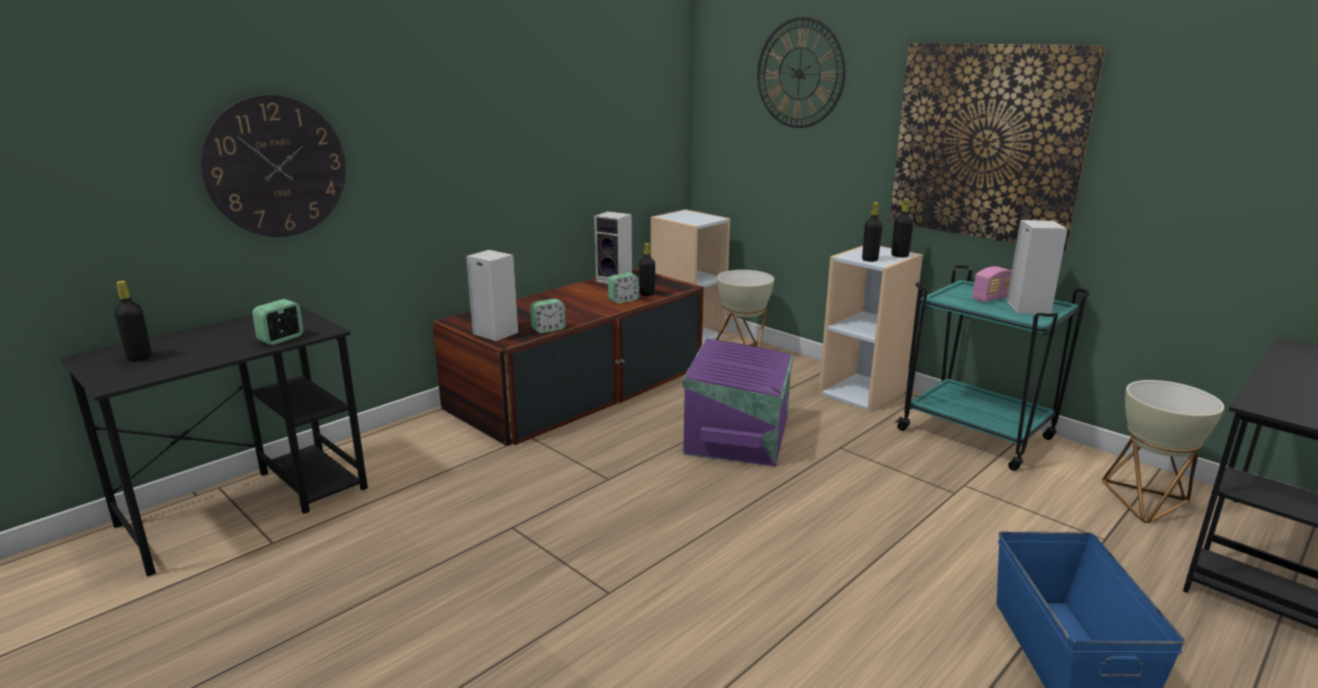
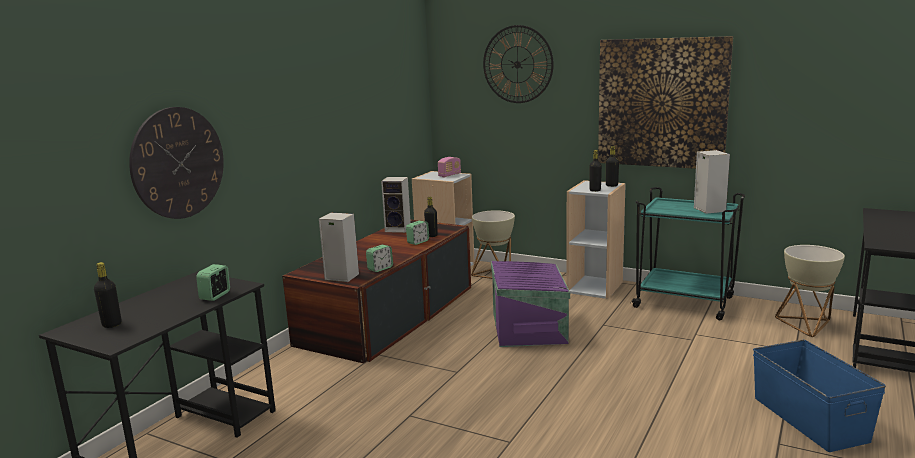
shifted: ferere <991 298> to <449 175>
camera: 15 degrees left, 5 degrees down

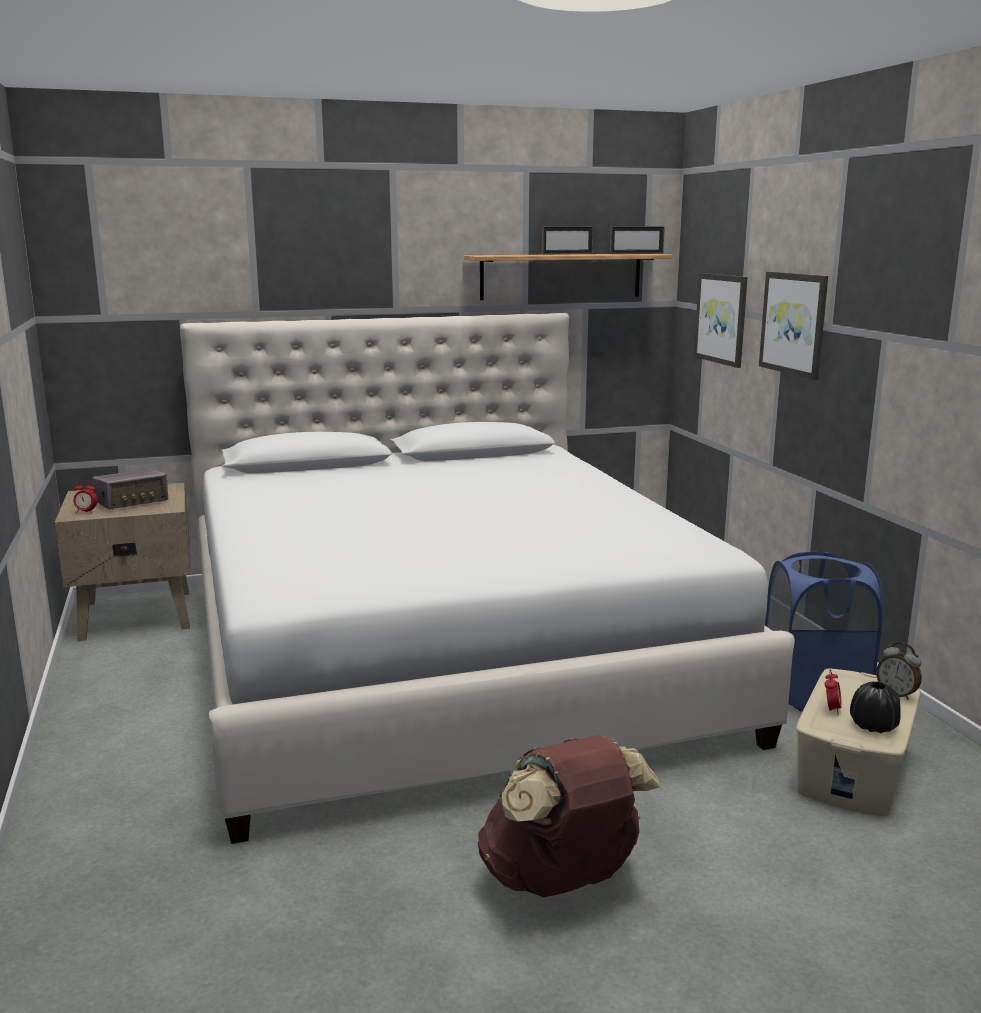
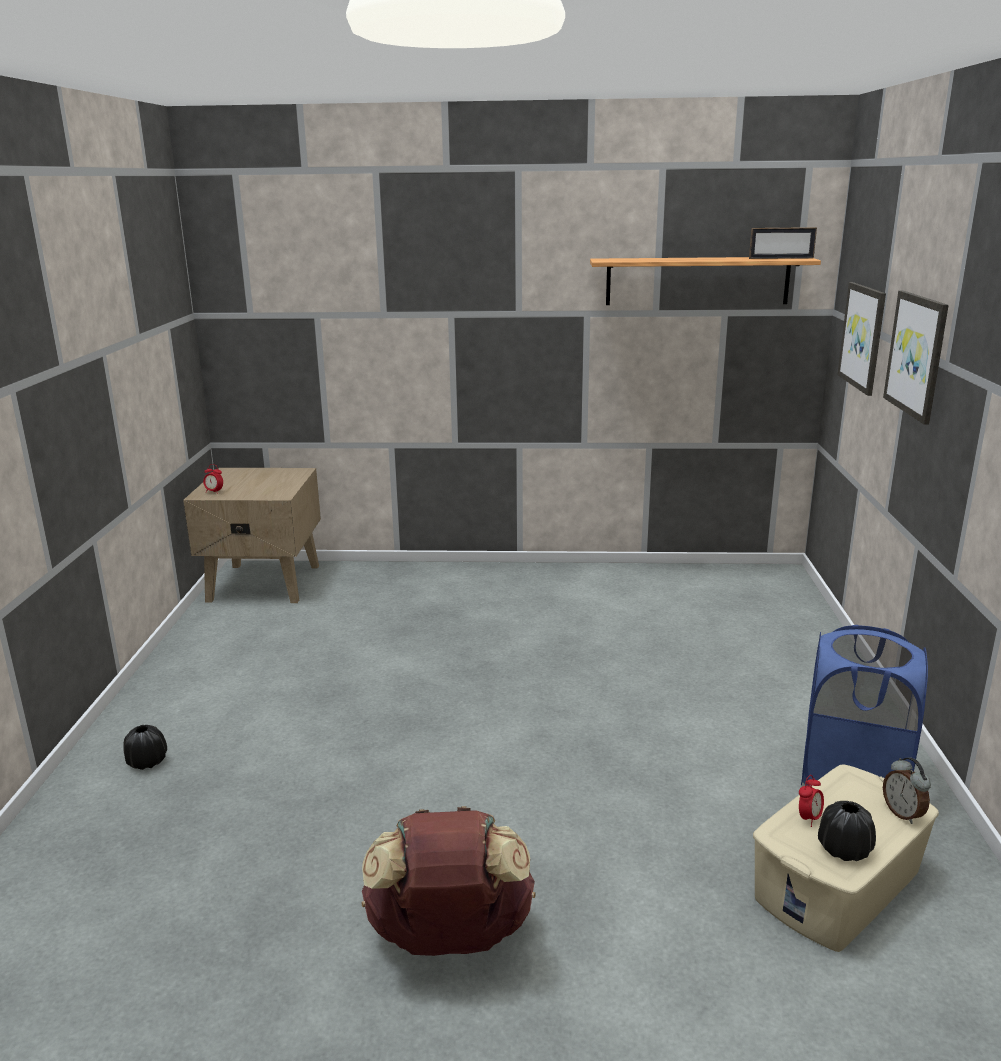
gone: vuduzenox <567 254>; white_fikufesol <442 654>; ferere <132 502>
new: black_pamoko <147 762>
camera: 20 degrees right, 5 degrees up

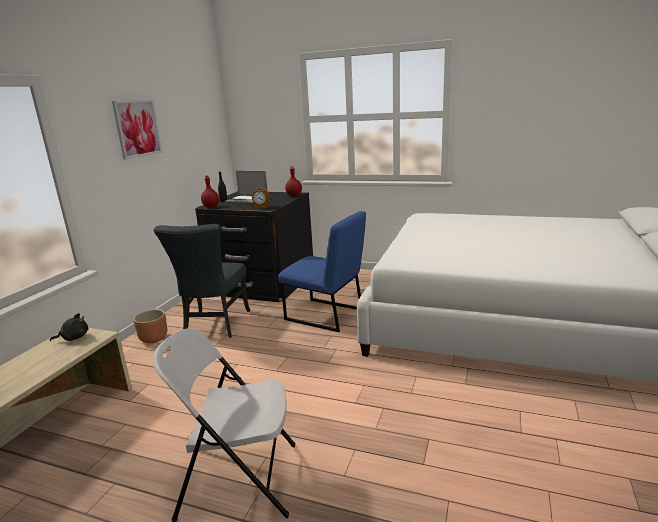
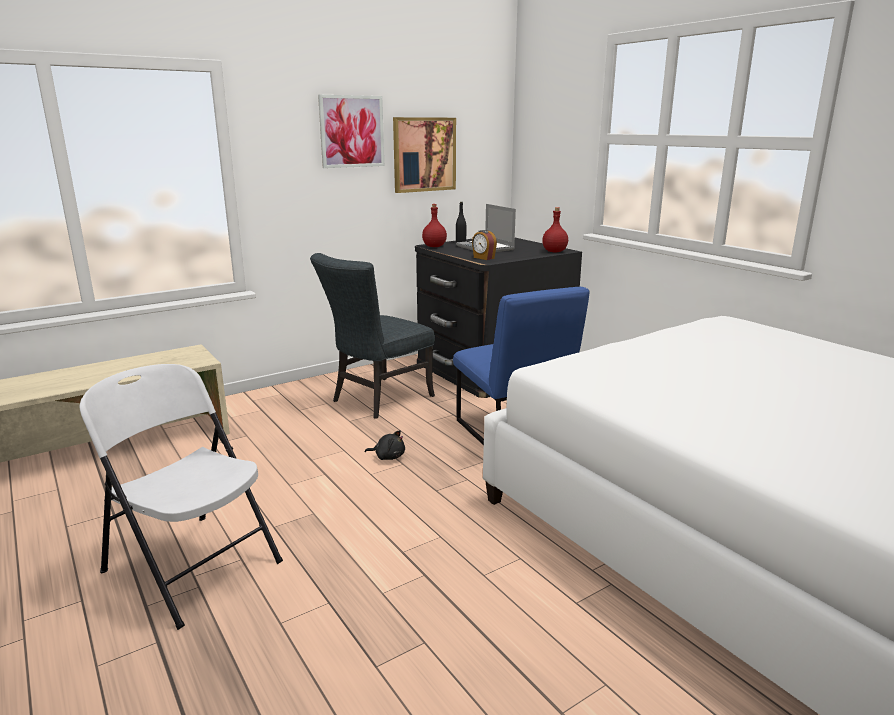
gone: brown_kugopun <153 338>
new: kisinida <424 154>
shifted: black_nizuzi <74 338> to <388 457>
camera: 35 degrees right, 0 degrees up

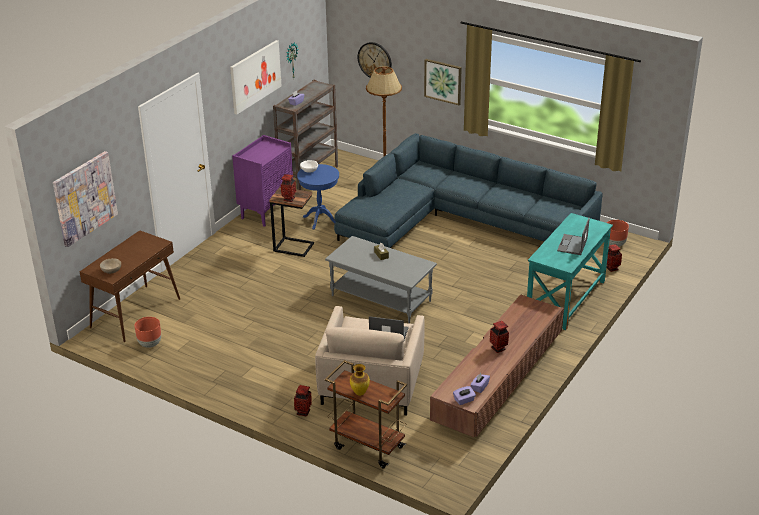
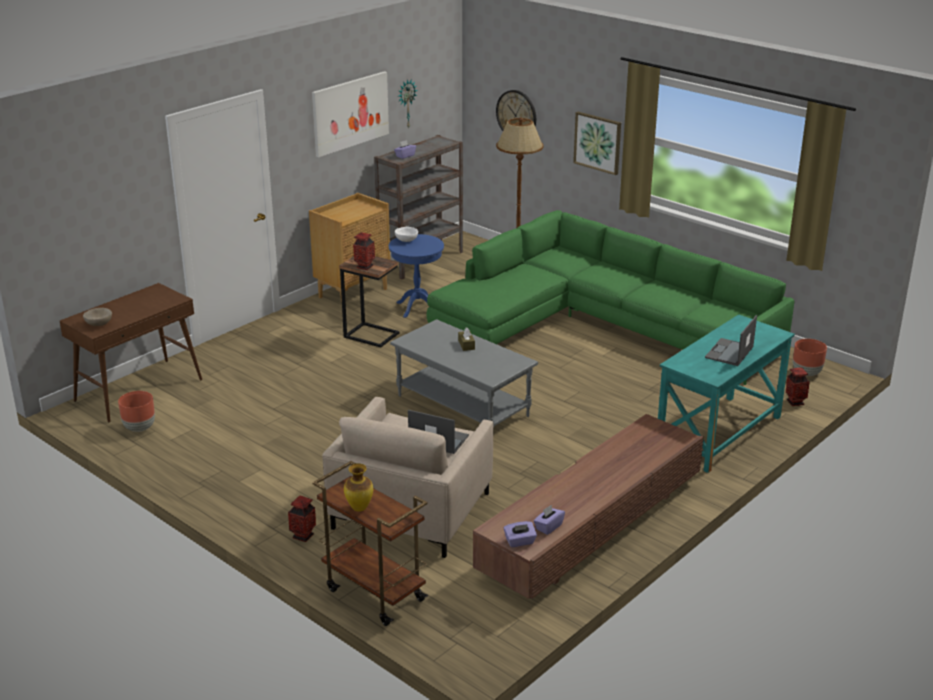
gone: kisinida <84 198>; pamoko <498 348>
repainted: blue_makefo <458 220> to green_makefo <597 325>; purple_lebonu <266 212> to brown_lebonu <353 293>
camera: 10 degrees right, 5 degrees down

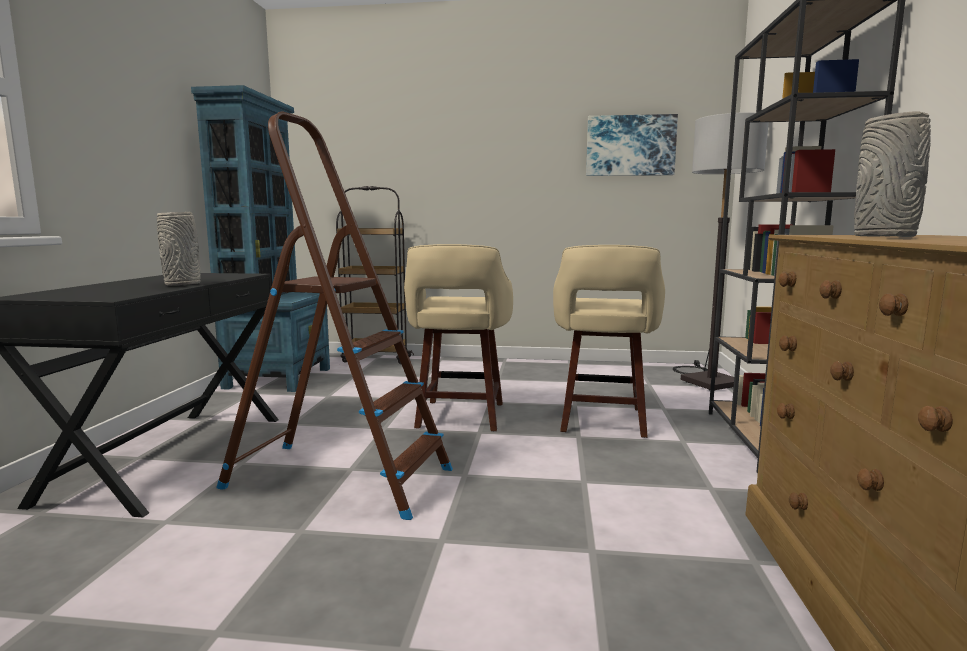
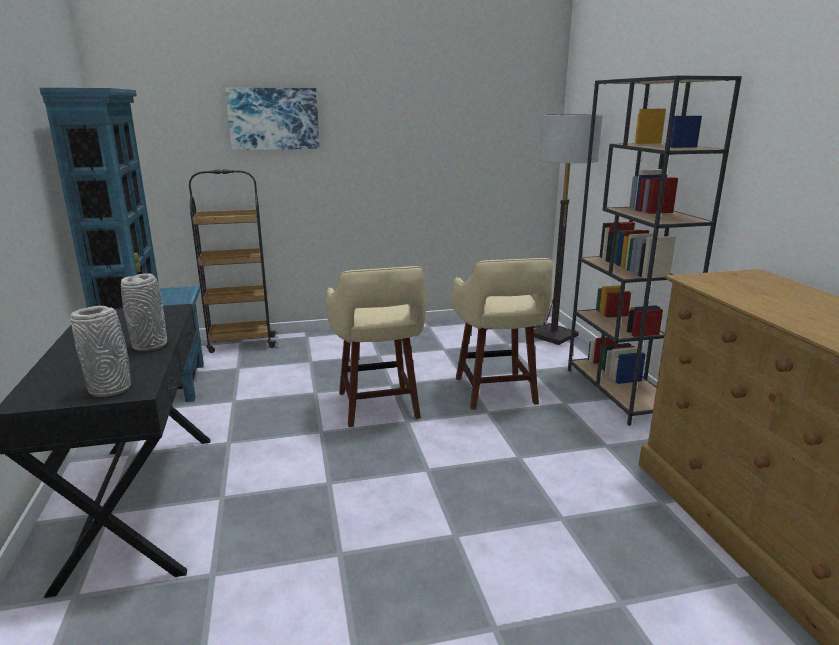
gone: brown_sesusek <340 478>
shifted: grey_pamoko <885 237> to <111 389>; kisinida <630 146> to <273 119>
camera: 20 degrees left, 10 degrees up

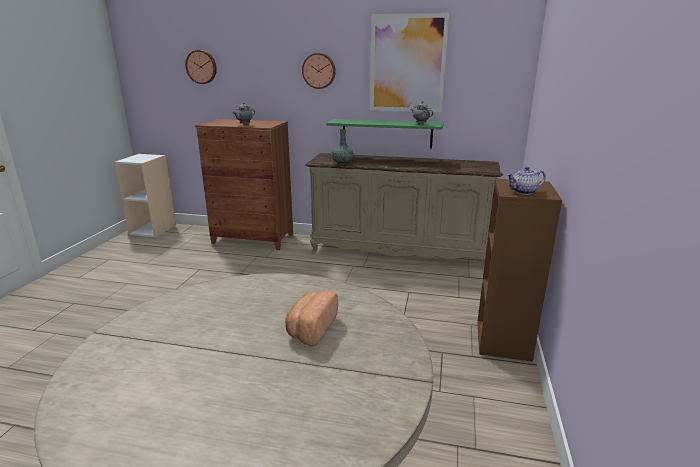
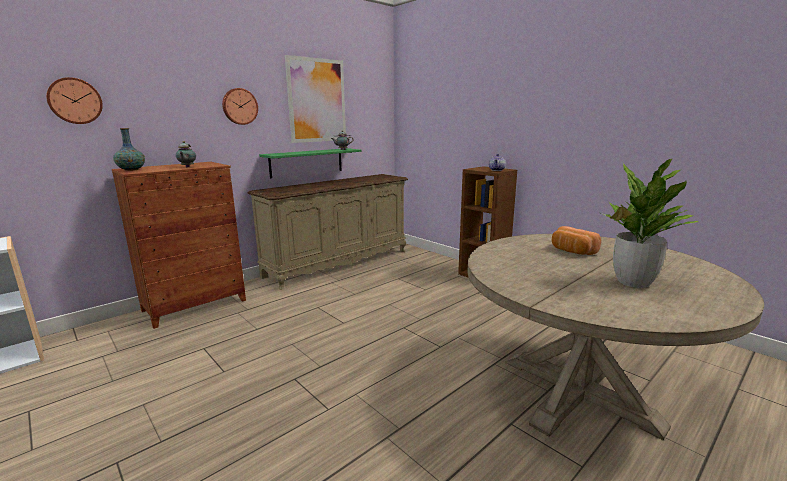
new: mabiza <632 282>
shifted: pamoko <342 163> to <131 170>
camera: 55 degrees left, 5 degrees down

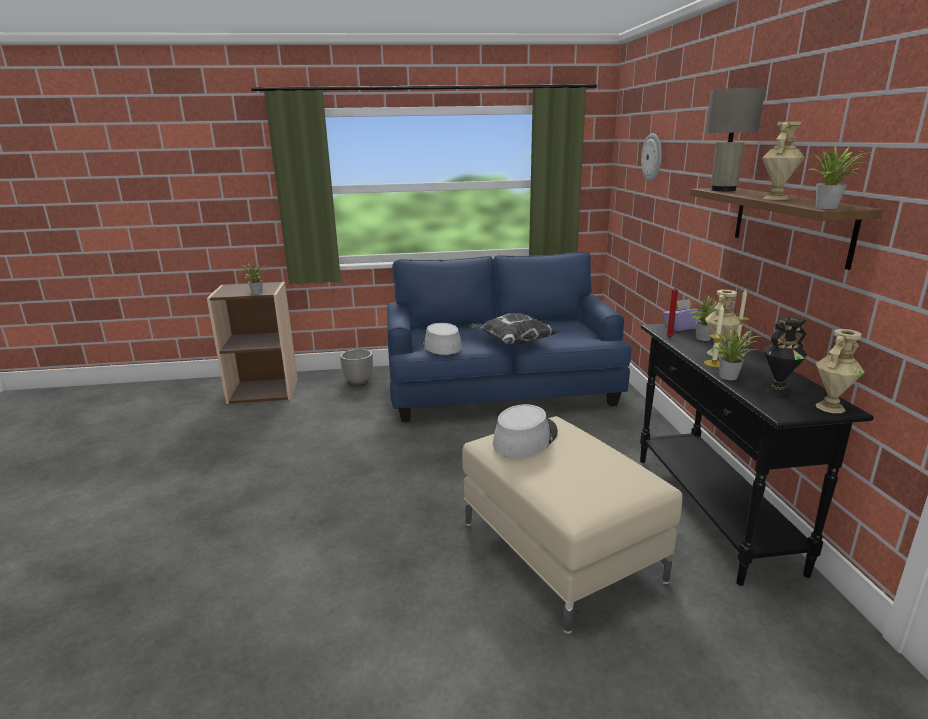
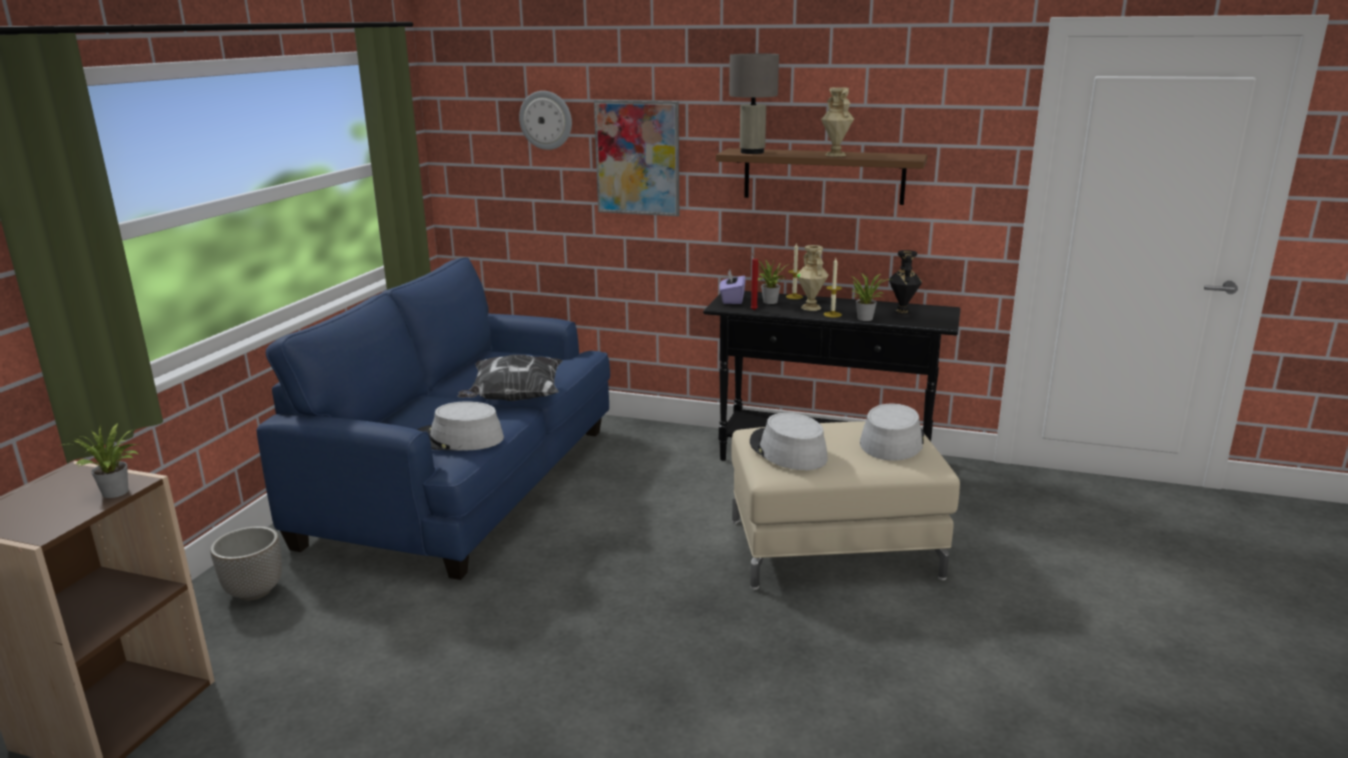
gone: mabiza <829 208>; beige_pamoko <829 407>
new: kisinida <637 158>; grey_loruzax <891 441>
camera: 65 degrees left, 0 degrees up

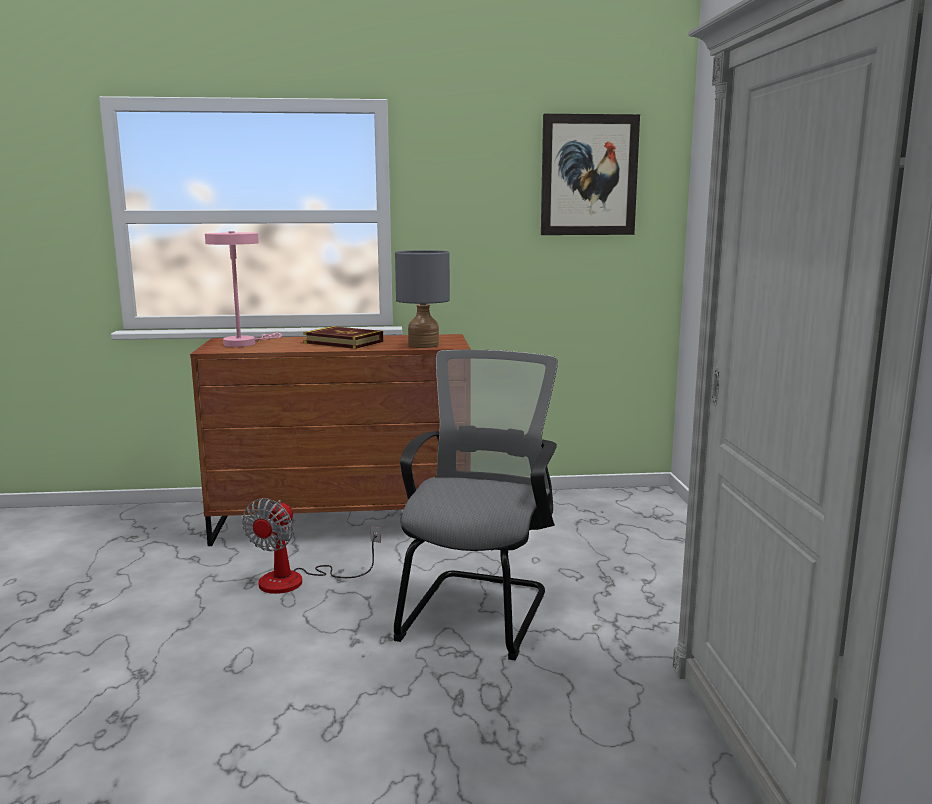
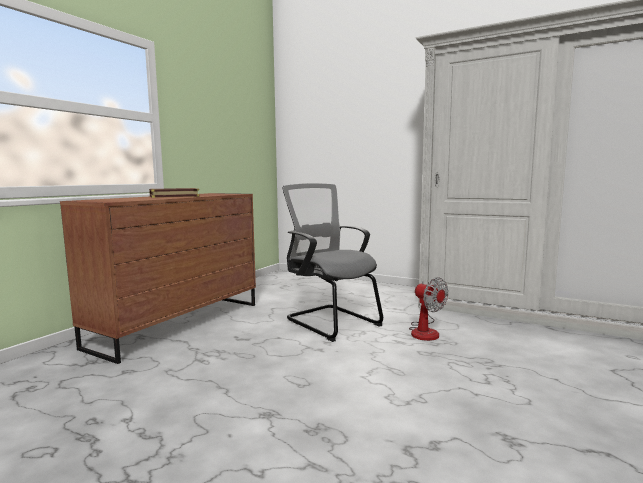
gone: kisinida <589 175>; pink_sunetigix <244 343>; grey_sunetigix <423 345>
shifted: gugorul <297 580> to <425 331>
camera: 55 degrees left, 5 degrees down

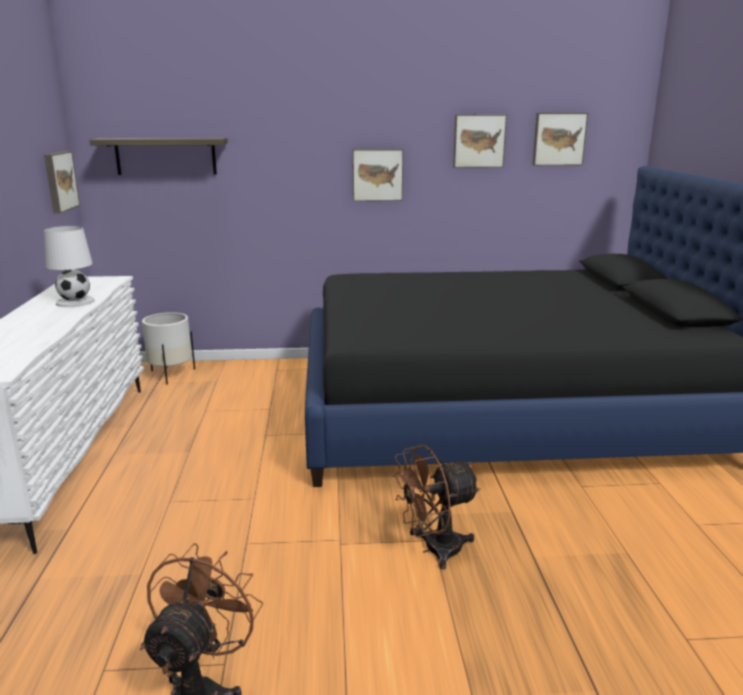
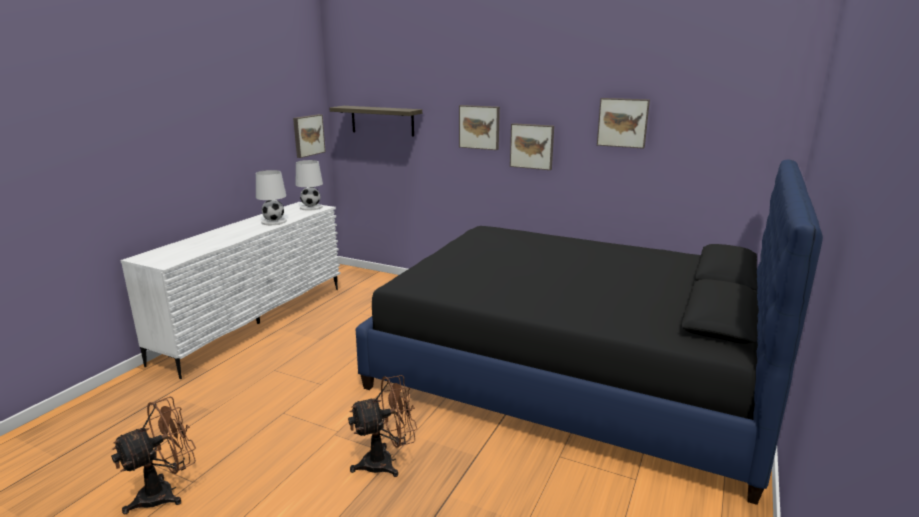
gone: white_kugopun <171 374>
new: white_sunetigix <311 207>
shifted: kisinida <558 139> to <479 127>
rotated: brown_gugorul <433 550> = <386 462> 150 degrees clockwise
camera: 30 degrees right, 0 degrees up

